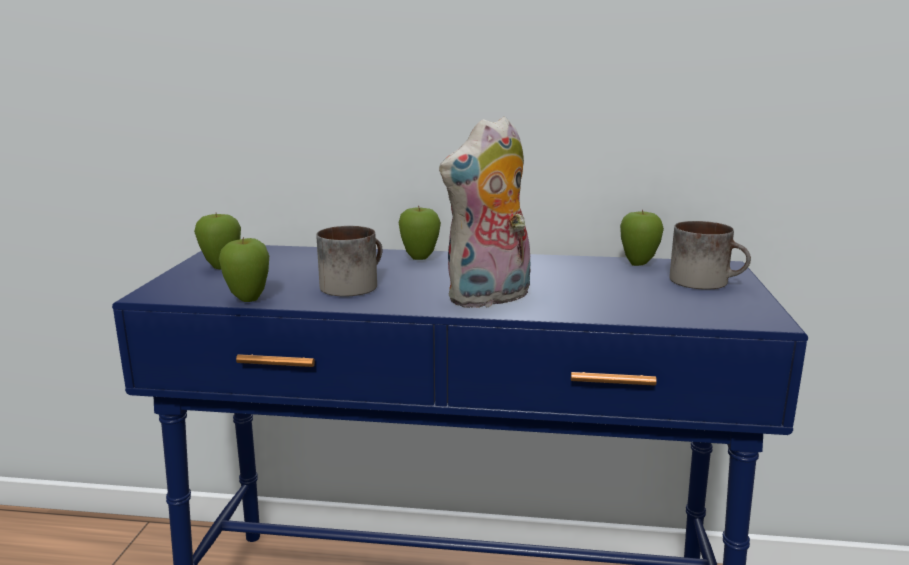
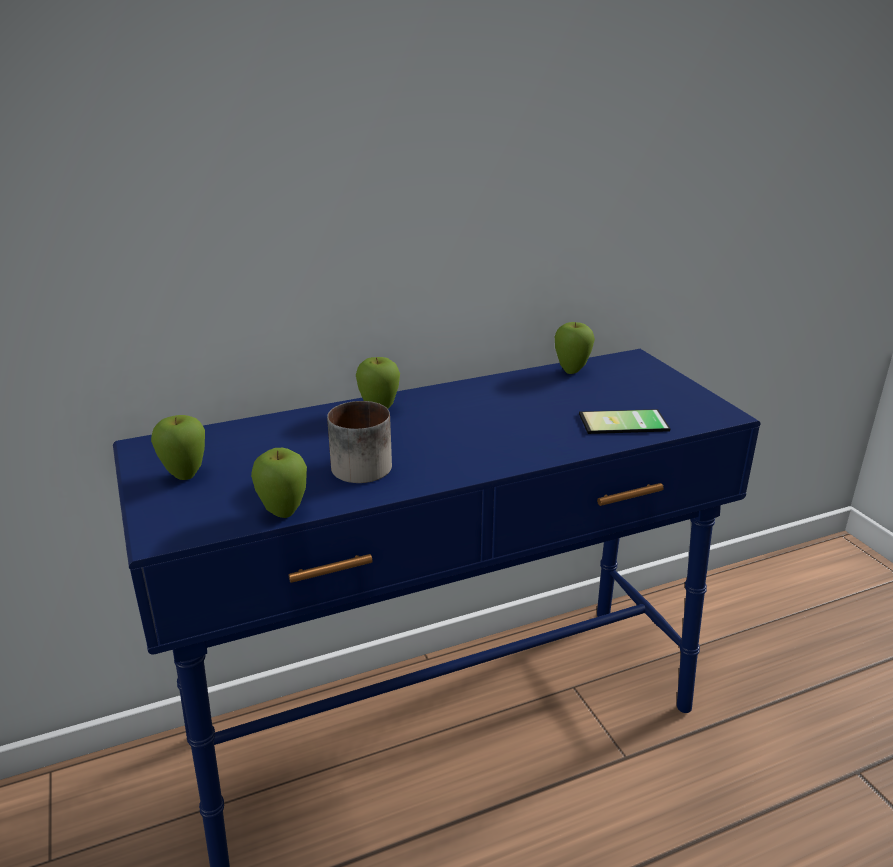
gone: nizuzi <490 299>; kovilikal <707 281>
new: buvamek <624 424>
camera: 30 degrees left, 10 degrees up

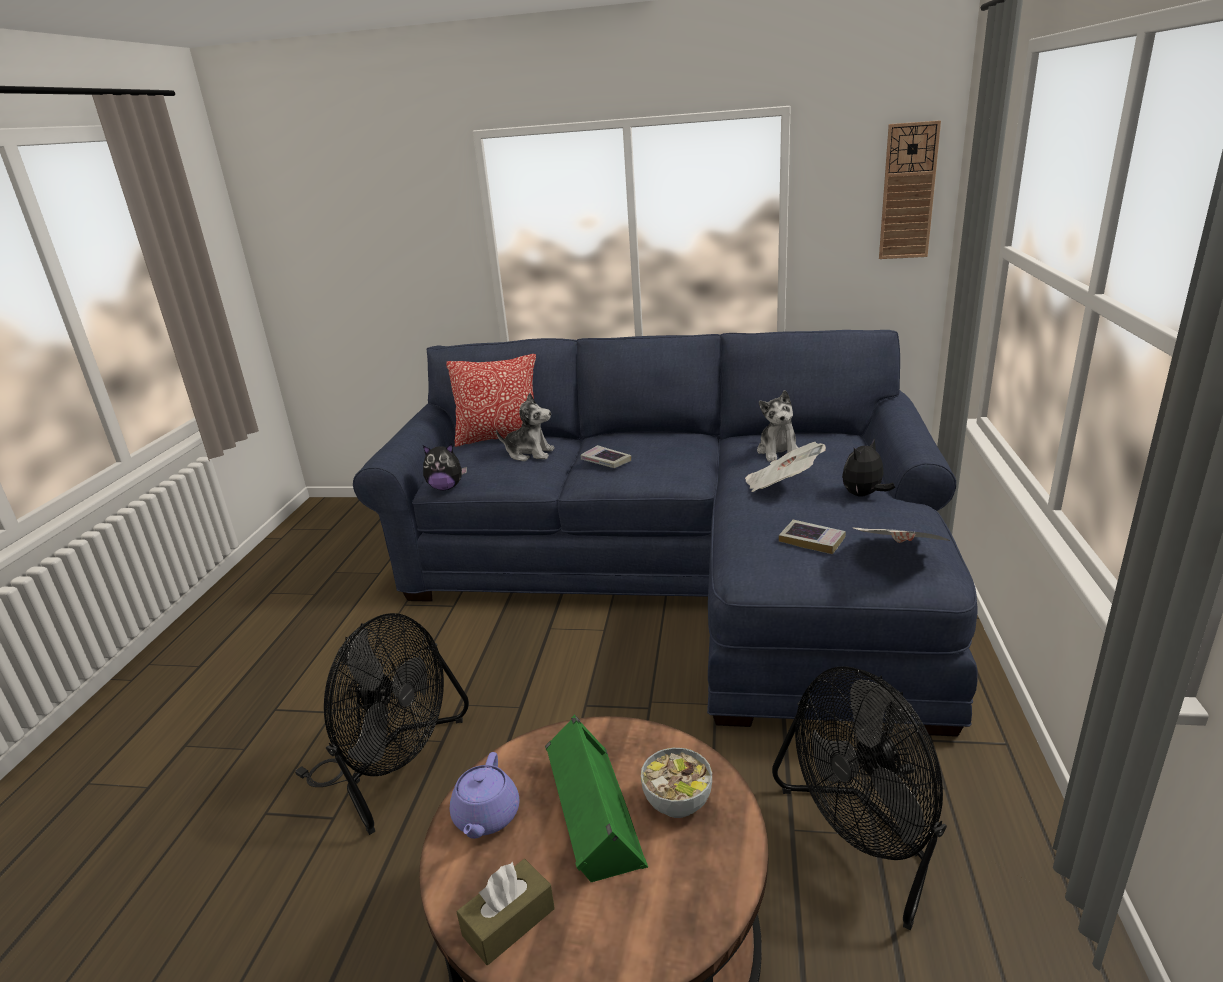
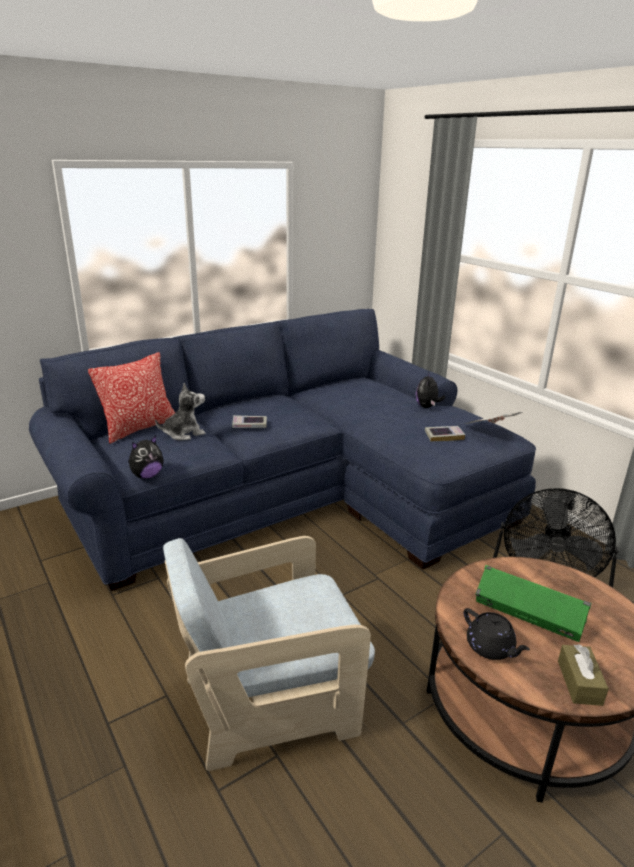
gone: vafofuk <908 192>; nizuzi <778 452>; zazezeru <781 485>; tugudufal <678 802>
swapped: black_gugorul <389 768> to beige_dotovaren <271 701>
repainted: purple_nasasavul <486 817> to black_nasasavul <491 648>
camera: 45 degrees left, 0 degrees up

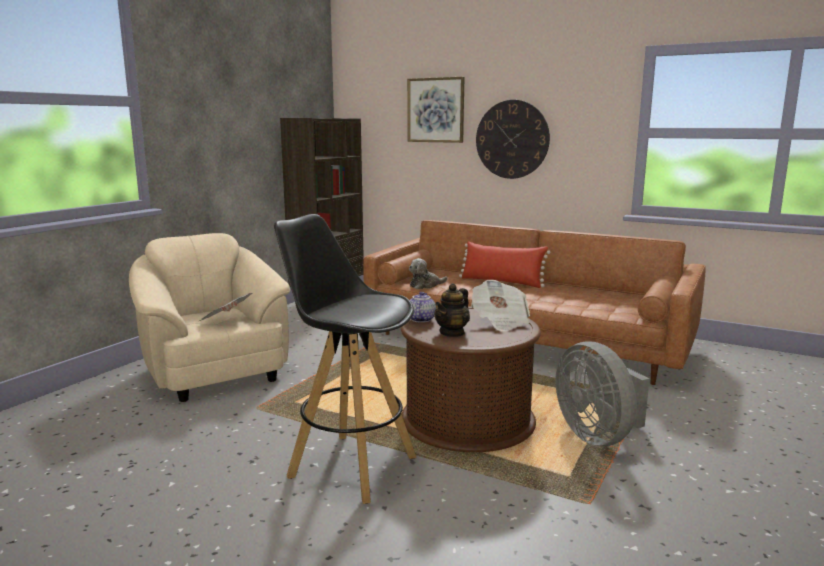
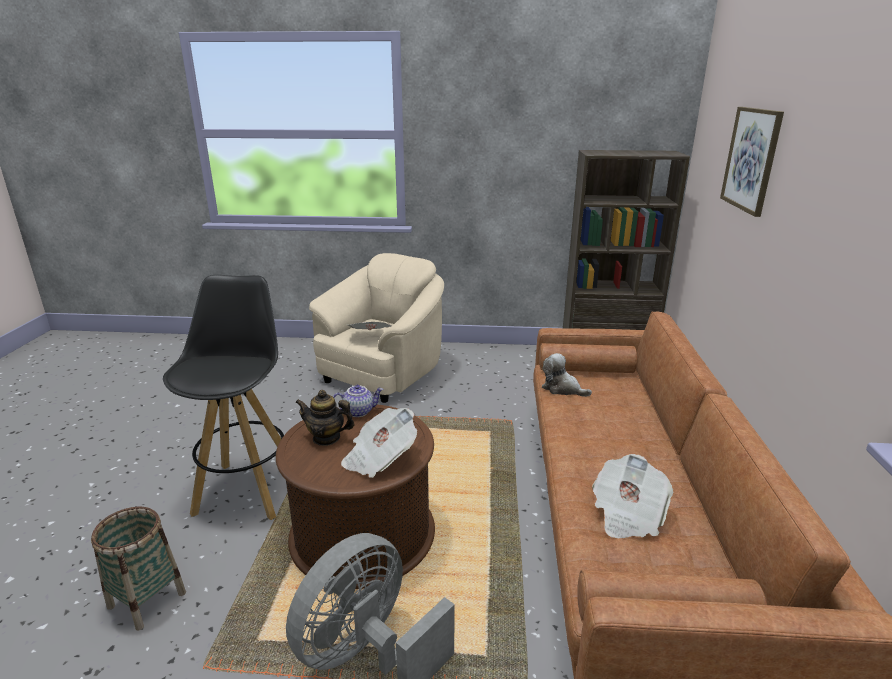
gone: vafofuk <512 139>; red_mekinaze <502 282>
new: zazezeru <627 514>; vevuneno <146 600>
camera: 65 degrees right, 10 degrees up

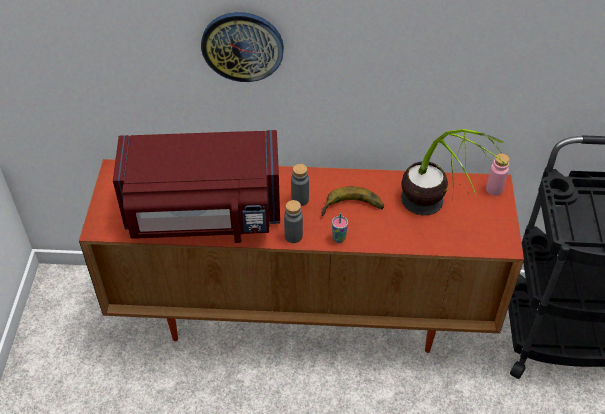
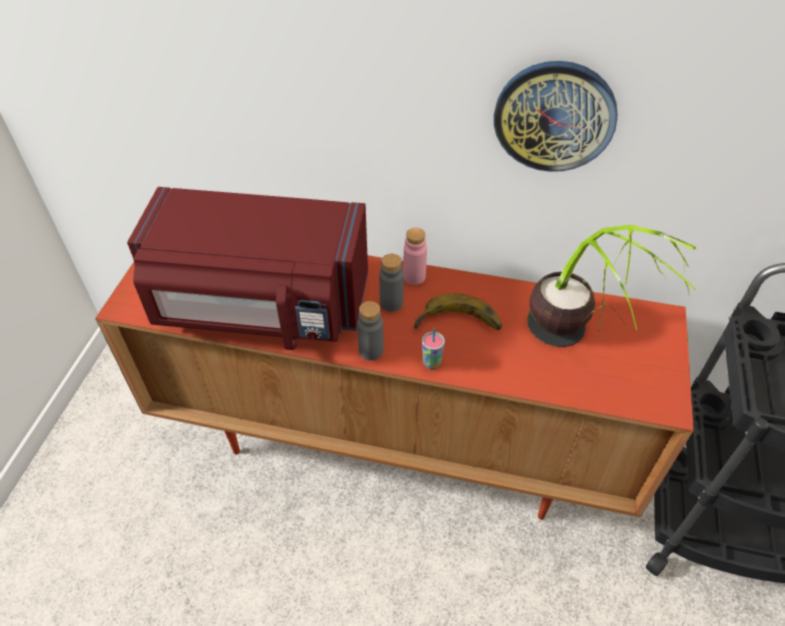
shifted: vafofuk <242 46> to <554 116>; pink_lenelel <494 189> to <414 277>
camera: 10 degrees right, 0 degrees up

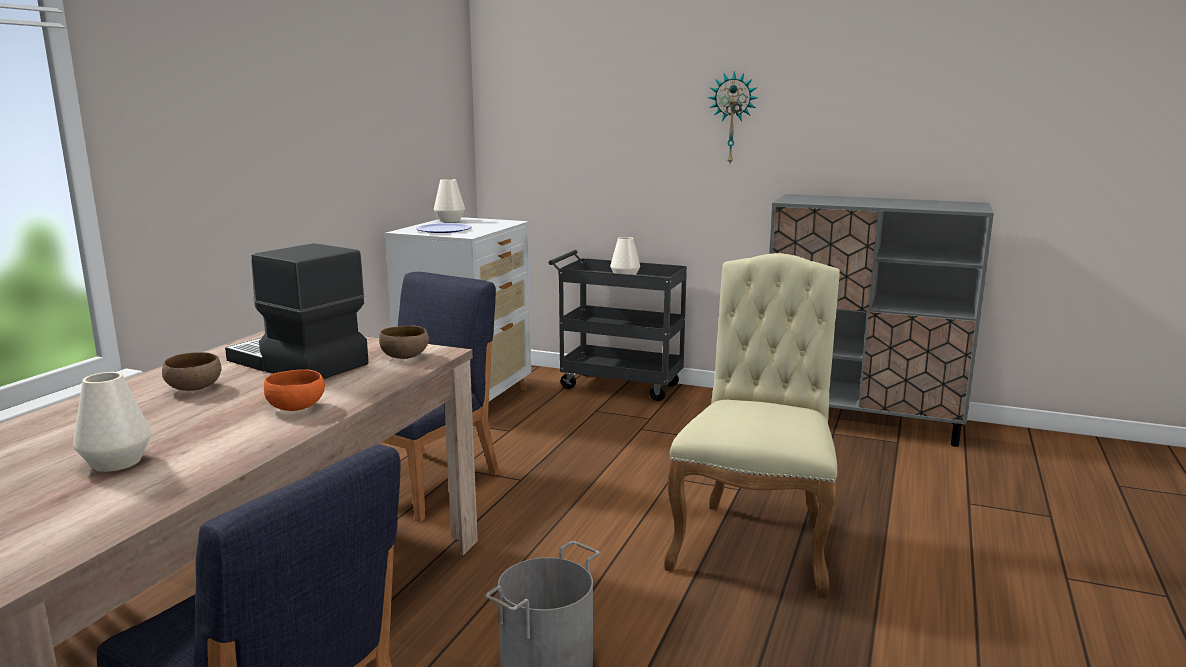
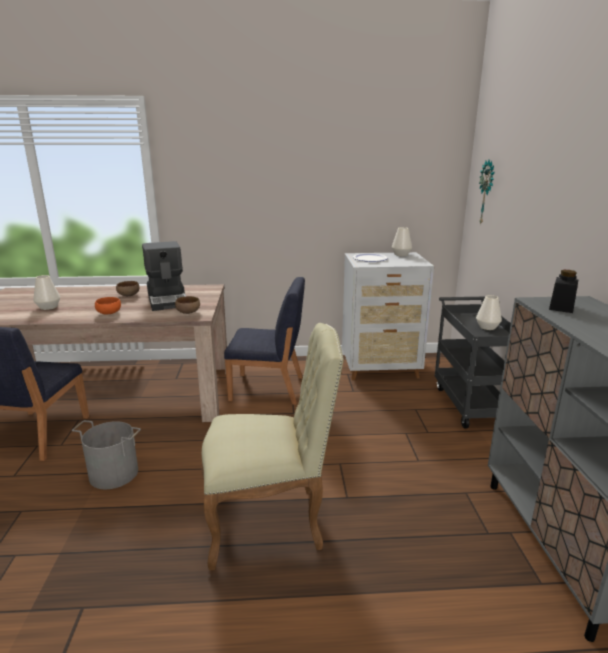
new: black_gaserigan <561 307>
shifted: vafofuk <732 118> to <487 192>
rotated: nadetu <297 363> = <168 299> 150 degrees clockwise
camera: 65 degrees right, 5 degrees up

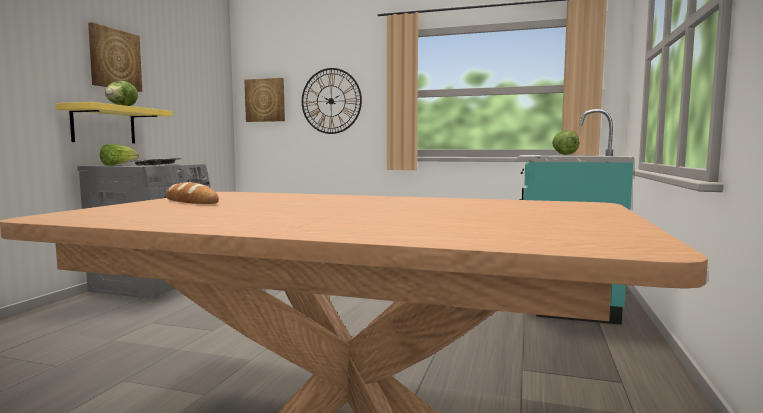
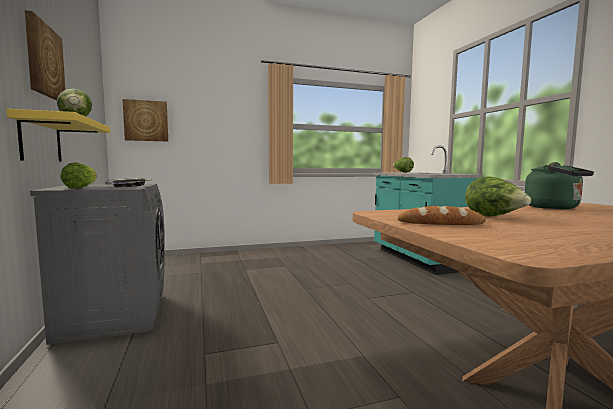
gone: vafofuk <331 101>
new: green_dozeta <555 208>; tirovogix <493 217>
camera: 35 degrees left, 0 degrees up

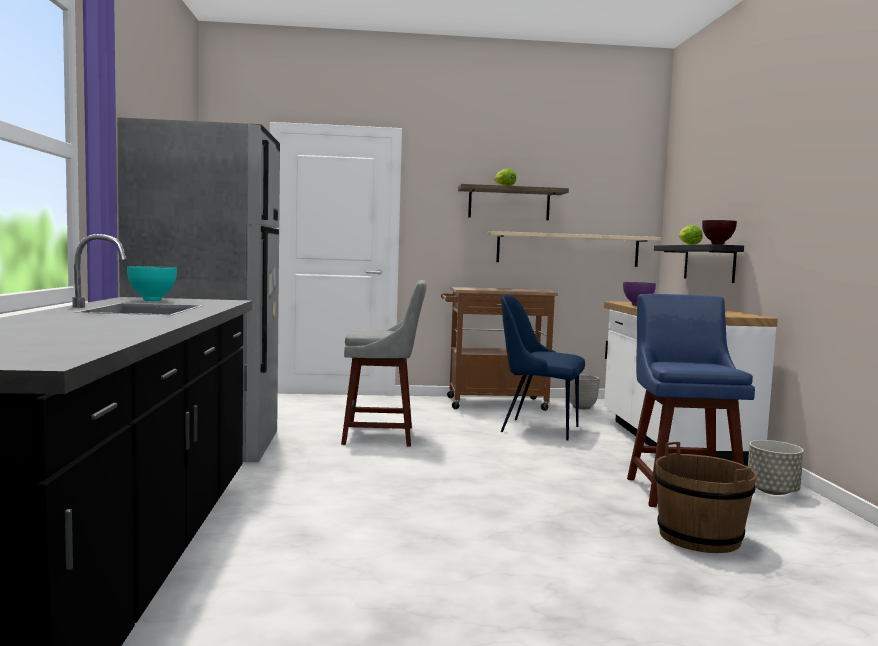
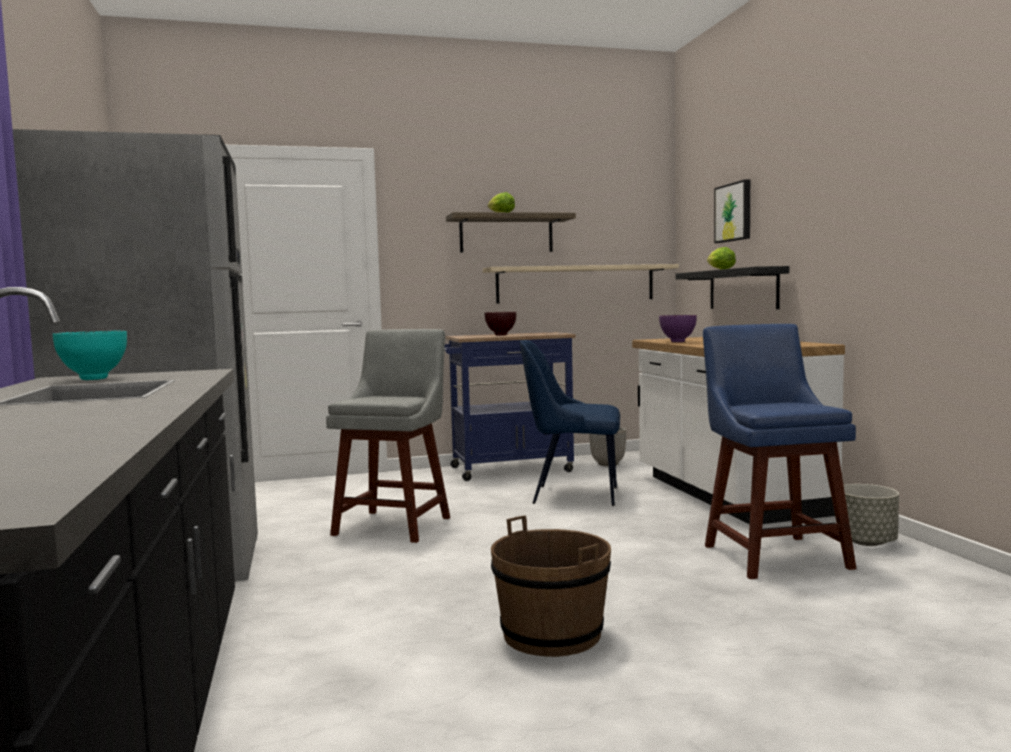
new: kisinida <734 212>
shifted: brown_tugudufal <716 244> to <500 335>; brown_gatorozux <699 537> to <552 634>
repainted: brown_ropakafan <492 404> to blue_ropakafan <507 470>
rotated: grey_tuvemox <383 435> = <395 524> 60 degrees counterclockwise
camera: 10 degrees left, 0 degrees up

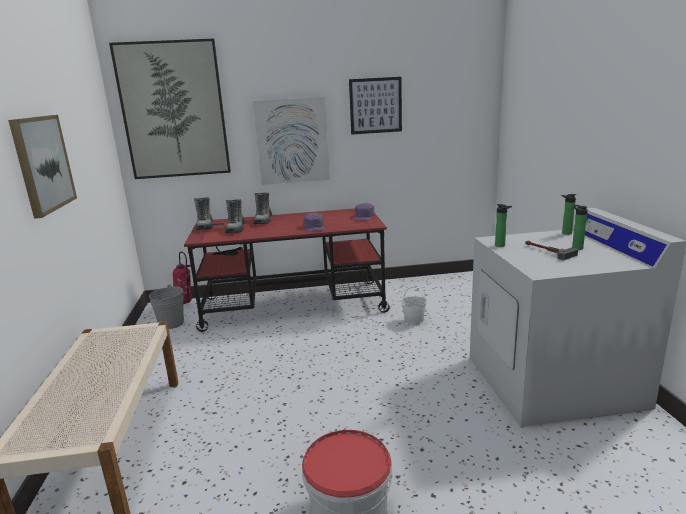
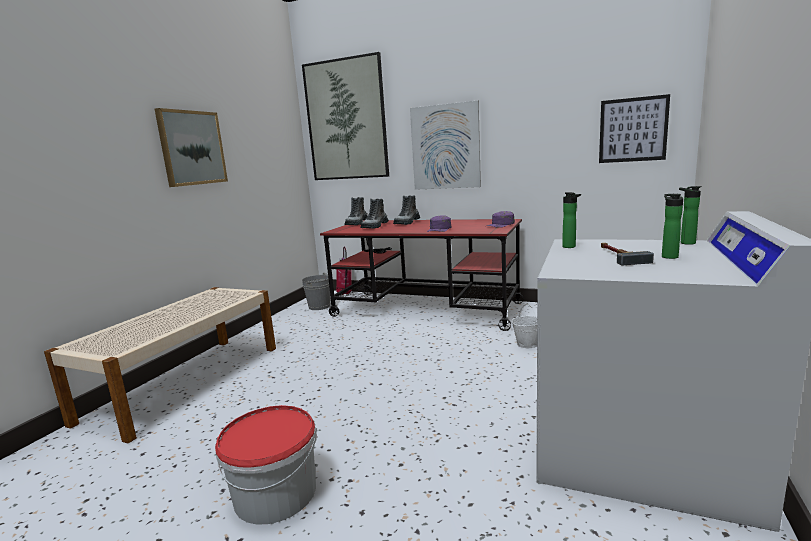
shifted: kisinida <375 105> to <633 130>
camera: 30 degrees right, 5 degrees down

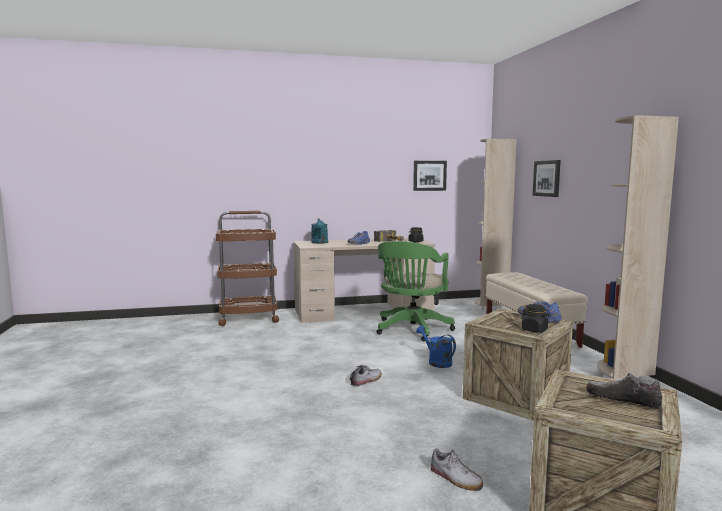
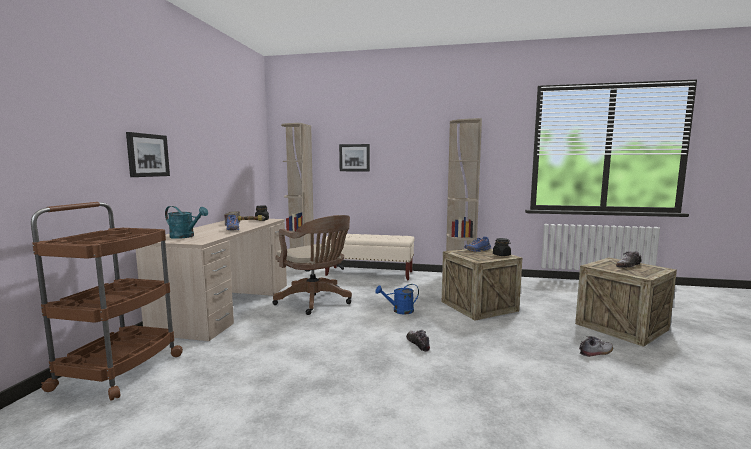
shifted: kisinida <429 175> to <147 155>
repainted: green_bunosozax <411 330> to brown_bunosozax <316 301>
camera: 65 degrees left, 0 degrees up

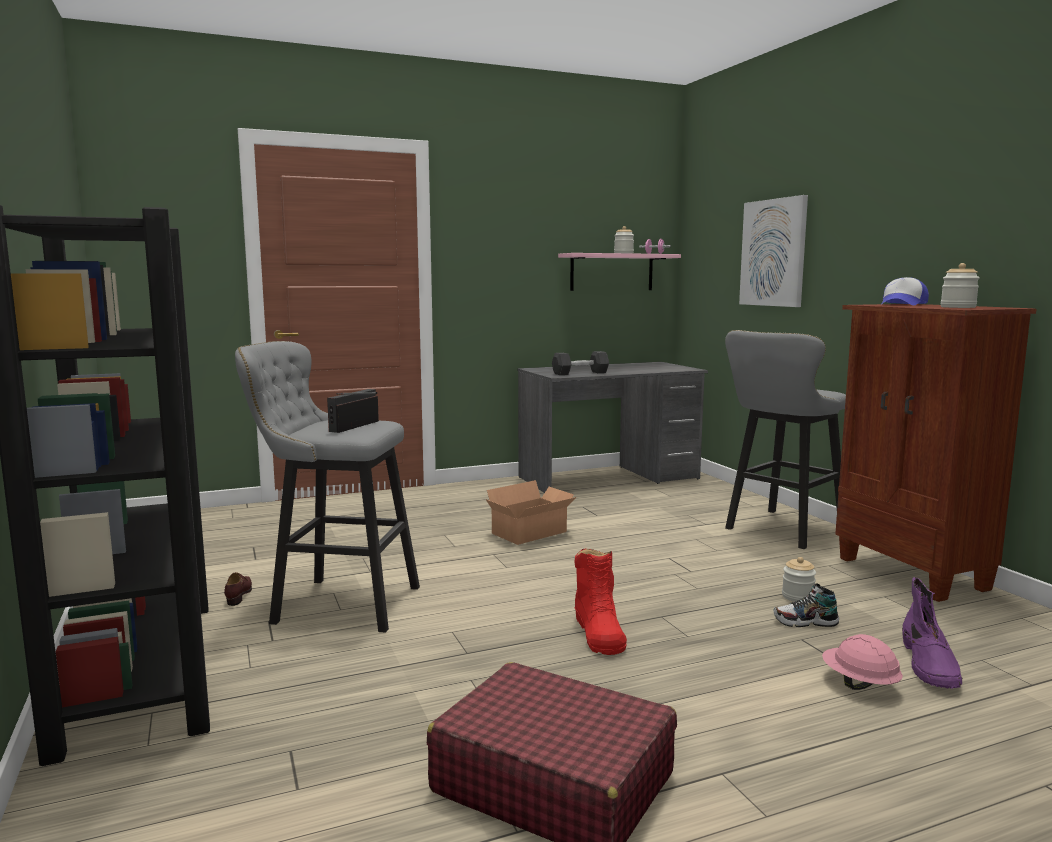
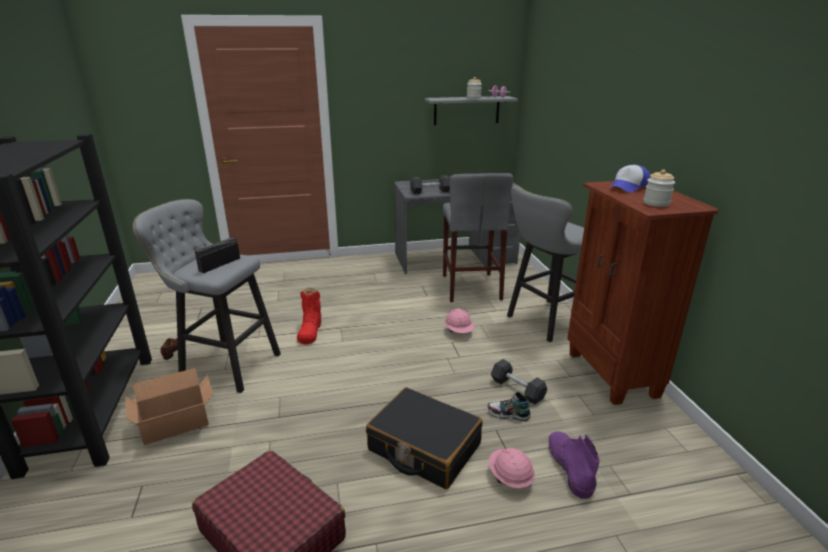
gone: kisinida <774 253>
new: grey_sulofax <471 287>; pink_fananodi <459 331>; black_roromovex <424 448>
shifted: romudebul <532 533> to <177 424>; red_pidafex <598 632> to <310 331>
swapped: gaserigan <797 597> to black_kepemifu <517 389>
repainted: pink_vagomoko <611 272> to grey_vagomoko <466 110>
rotated: purple_pidafex <930 665> = <569 466> 150 degrees clockwise
camera: 10 degrees right, 15 degrees up

